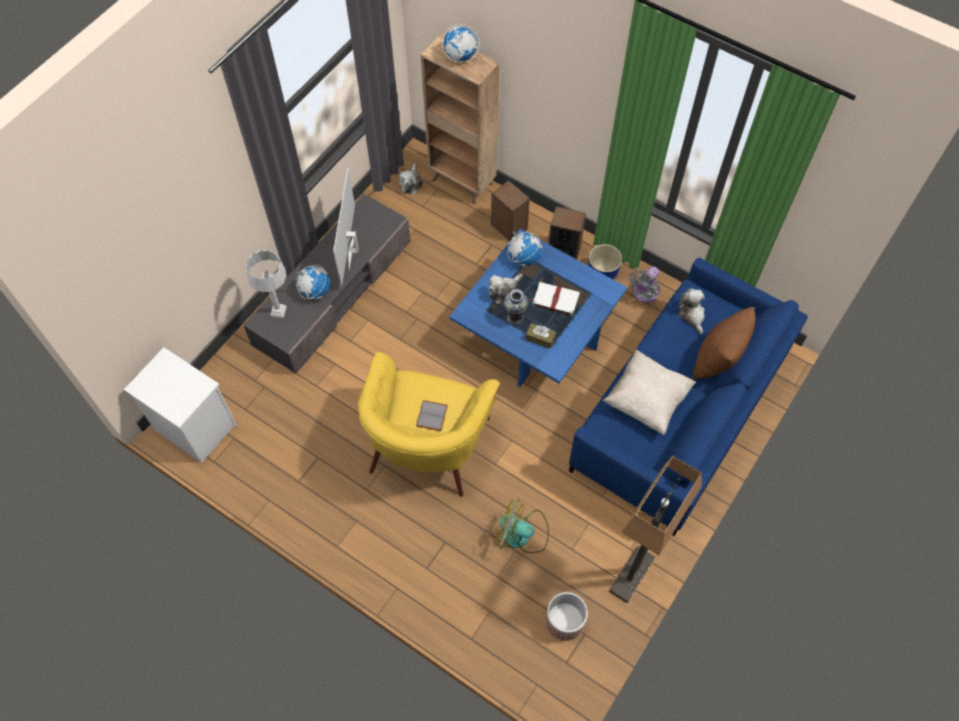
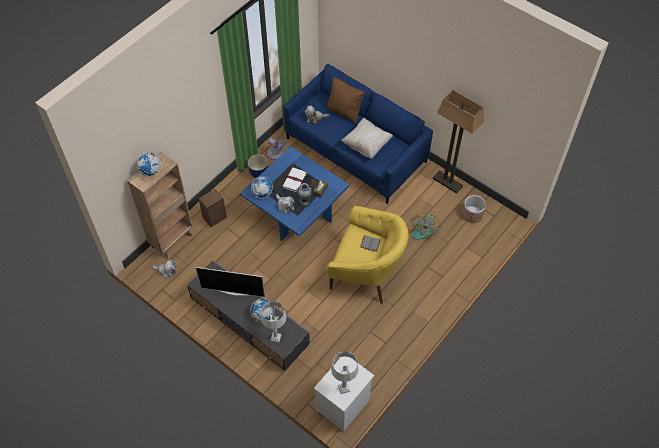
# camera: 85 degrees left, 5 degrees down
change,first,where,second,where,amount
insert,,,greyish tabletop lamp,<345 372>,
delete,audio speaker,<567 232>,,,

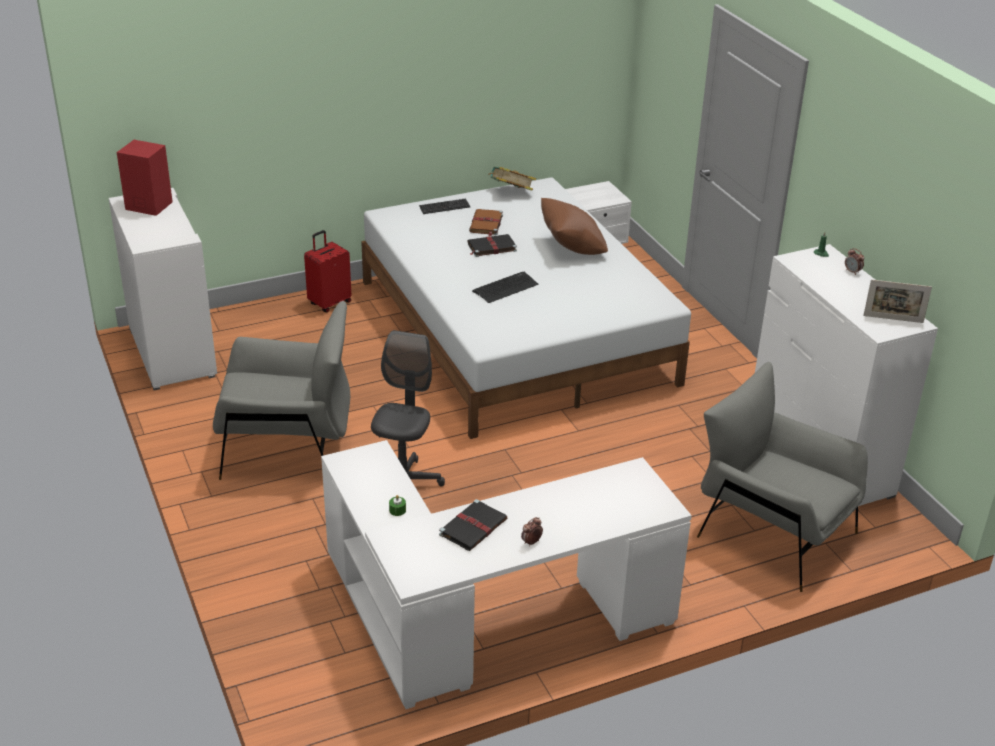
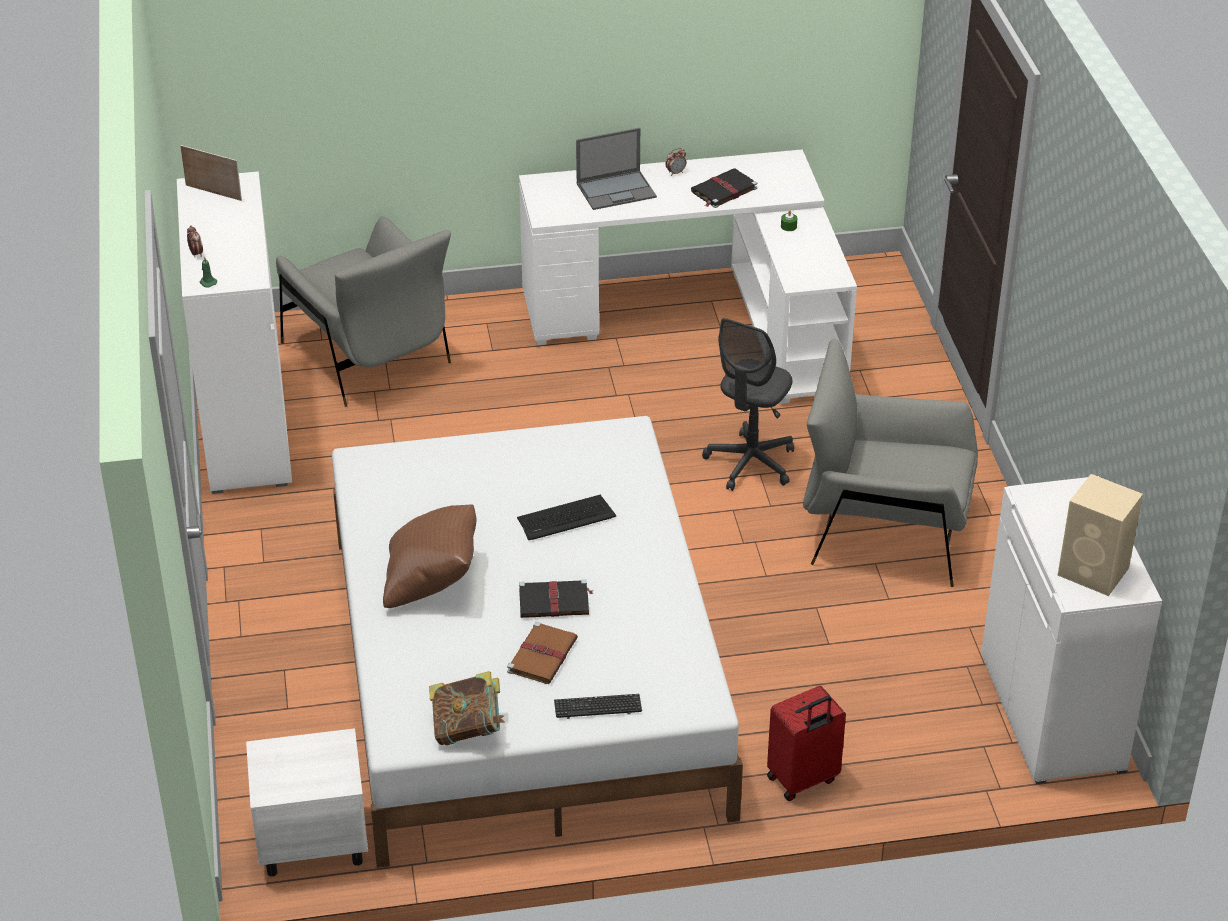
# camera: 165 degrees left, 5 degrees up
change,first,where,second,where,amount
insert,,,portable computer,<616 169>,
recolor,reddish audio speaker,<145 178>,beige audio speaker,<1100 535>,

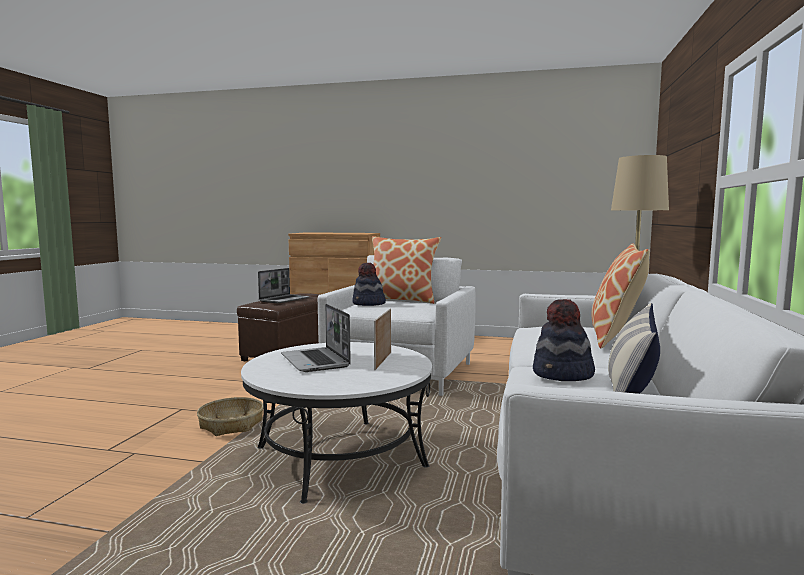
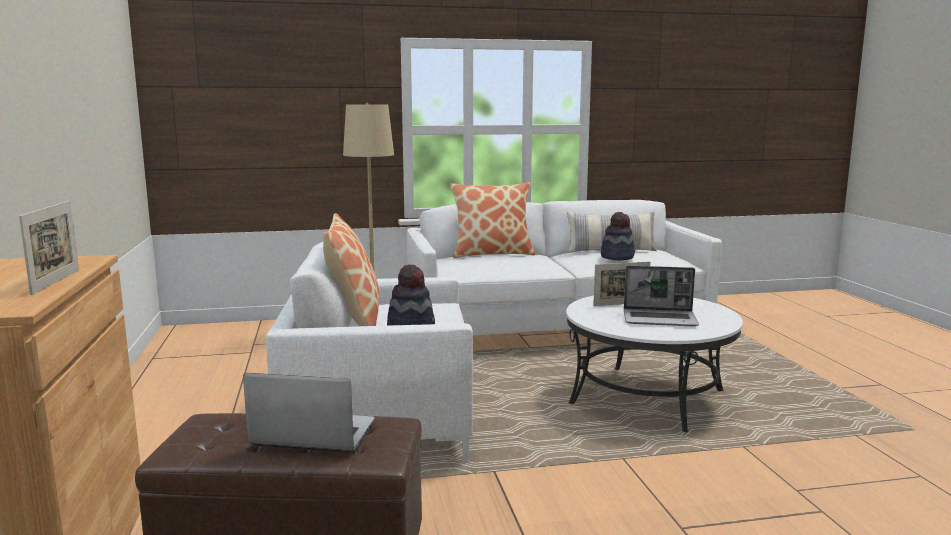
# camera: 115 degrees left, 5 degrees up
change,first,where,second,where,amount
insert,,,photo frame,<49 248>,
rotate,portable computer,<316 338>,,<661 296>,60 degrees clockwise
delete,basket,<230 416>,,,

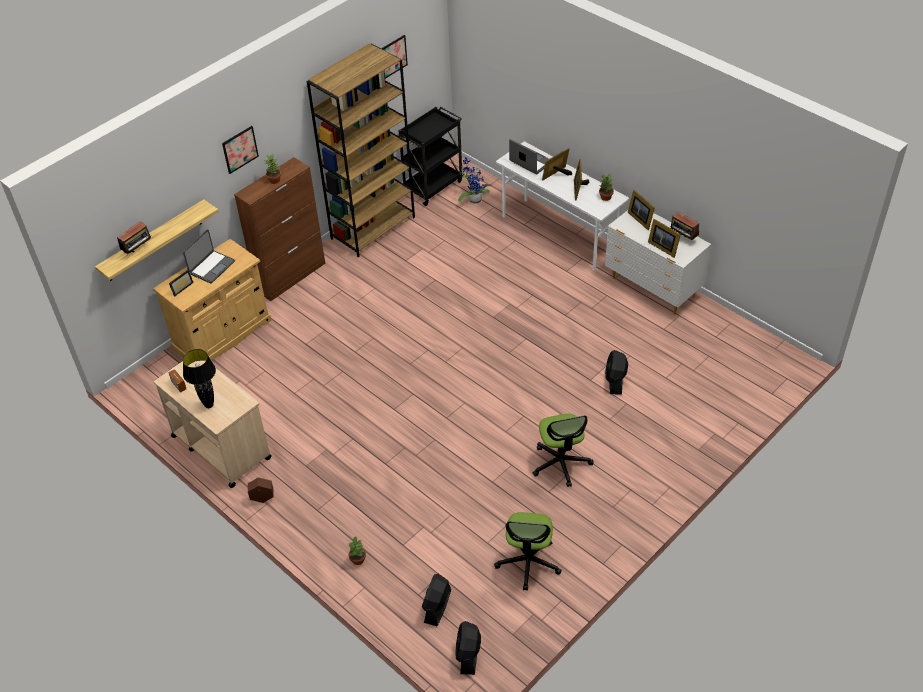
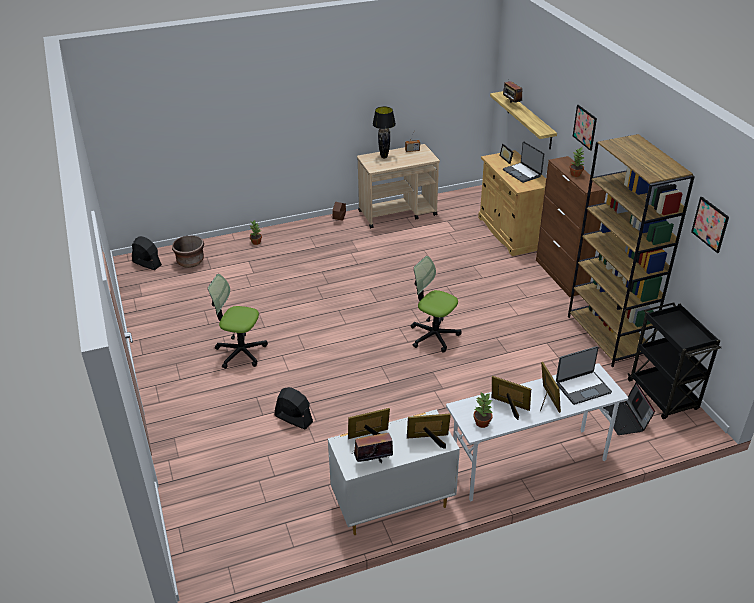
# camera: 115 degrees right, 10 degrees down
change,first,where,second,where,amount
replace,black cooling fan,<436 600>,brownish planter,<188 252>,
move,office chair,<528 551>,,<436 304>,
replace,potted plant,<475 180>,portable computer,<629 408>,

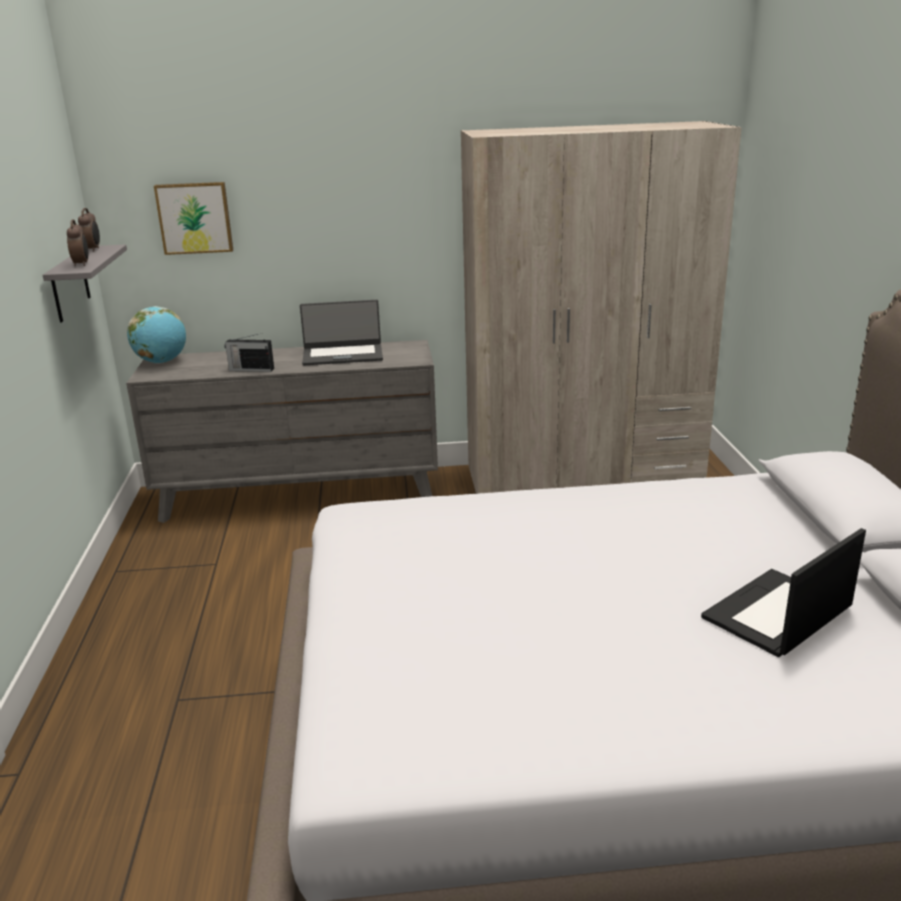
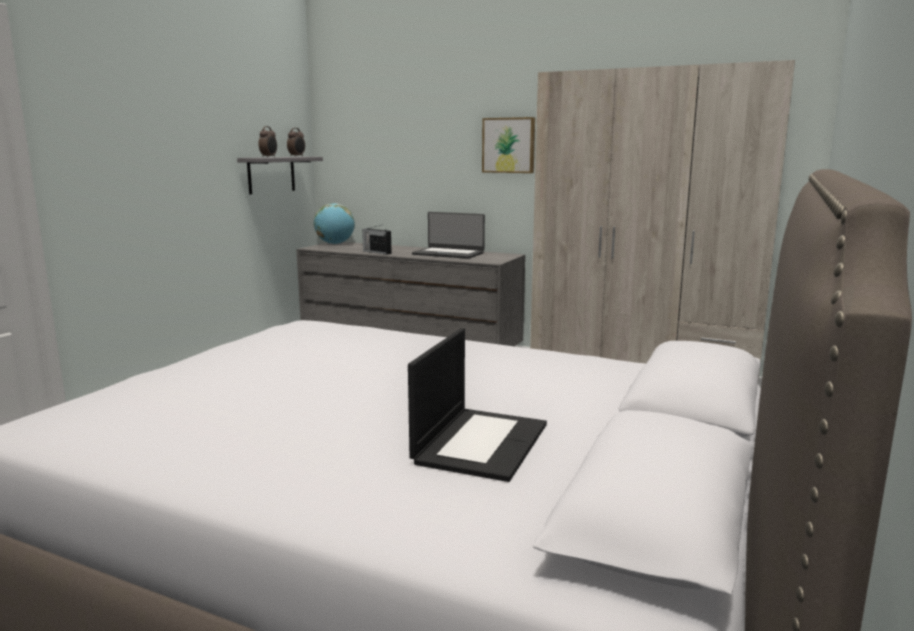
# camera: 30 degrees right, 10 degrees down
change,first,where,second,where,amount
rotate,portable computer,<783 592>,,<477 405>,120 degrees clockwise
move,wall picture,<193 218>,,<508 145>,

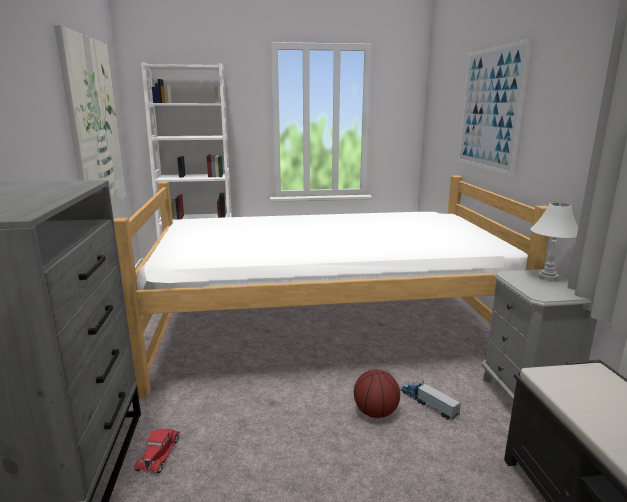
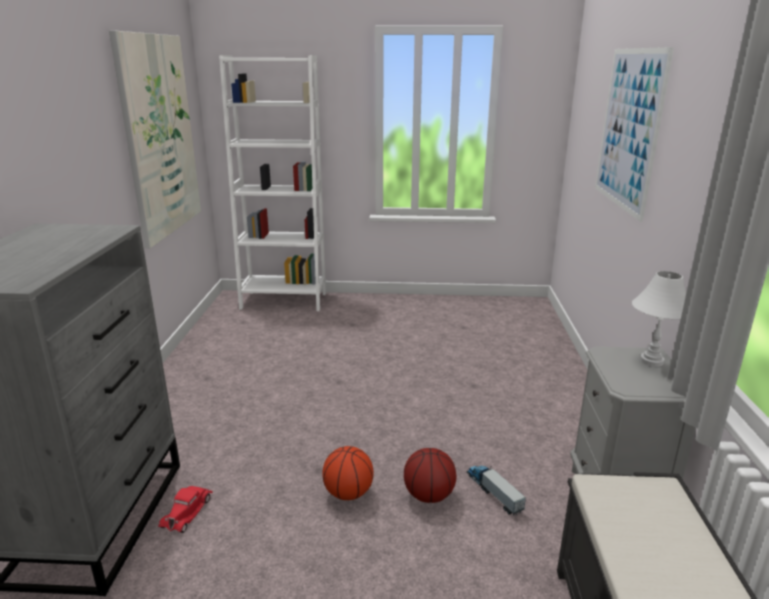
# camera: 10 degrees right, 5 degrees up
change,first,where,second,where,amount
insert,,,ball for basketball,<348 473>,
delete,bedroom bed,<331 287>,,,

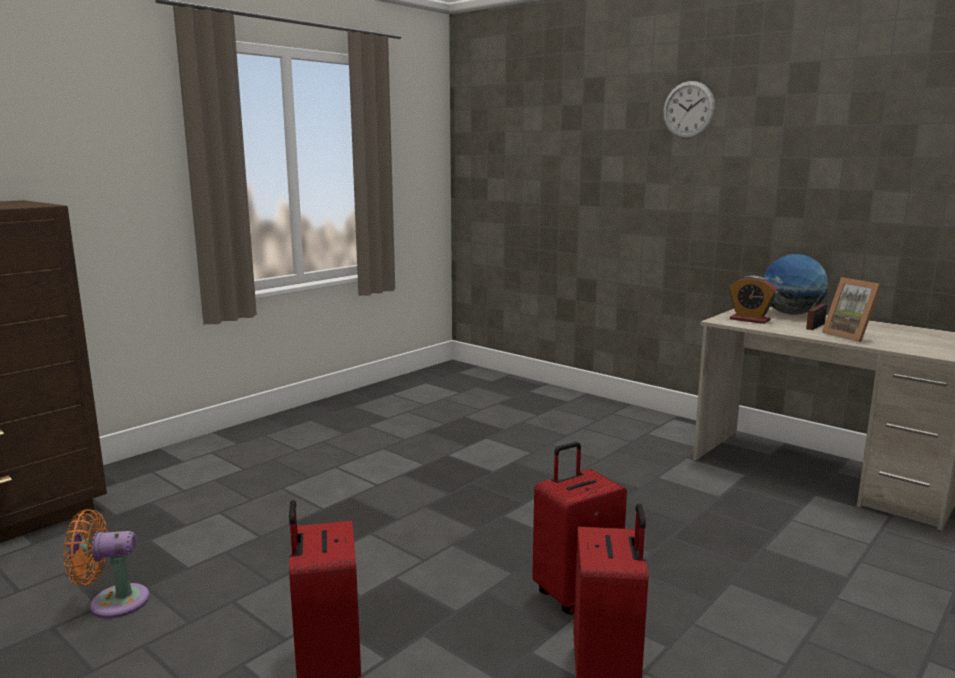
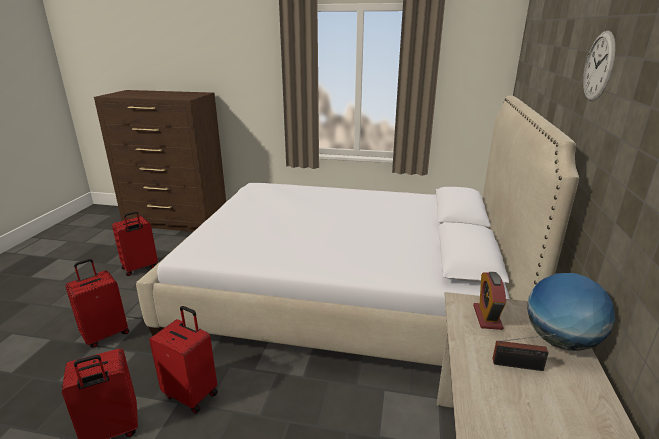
# camera: 60 degrees right, 10 degrees up
change,first,where,second,where,amount
replace,orange-coloured cooling fan,<106 564>,reddish piece of luggage,<135 243>,
insert,,,bedroom bed,<357 231>,
delete,photo frame,<852 309>,,,

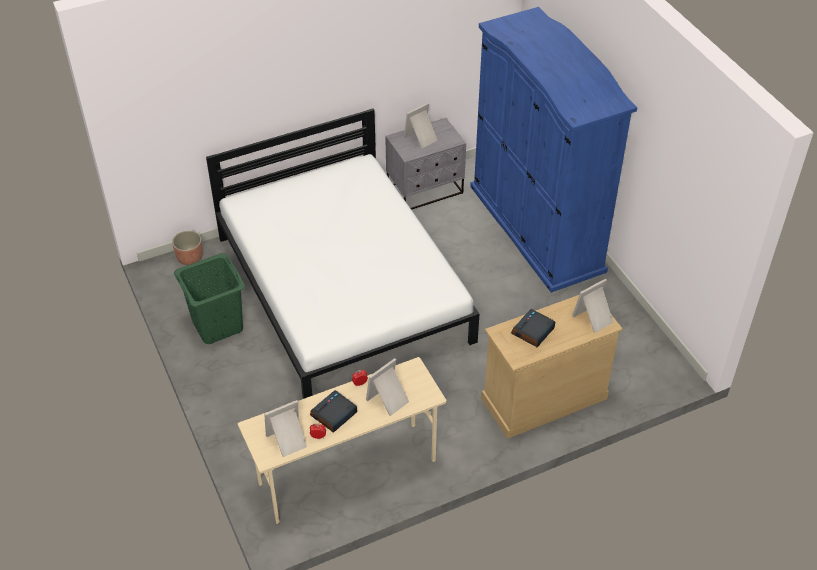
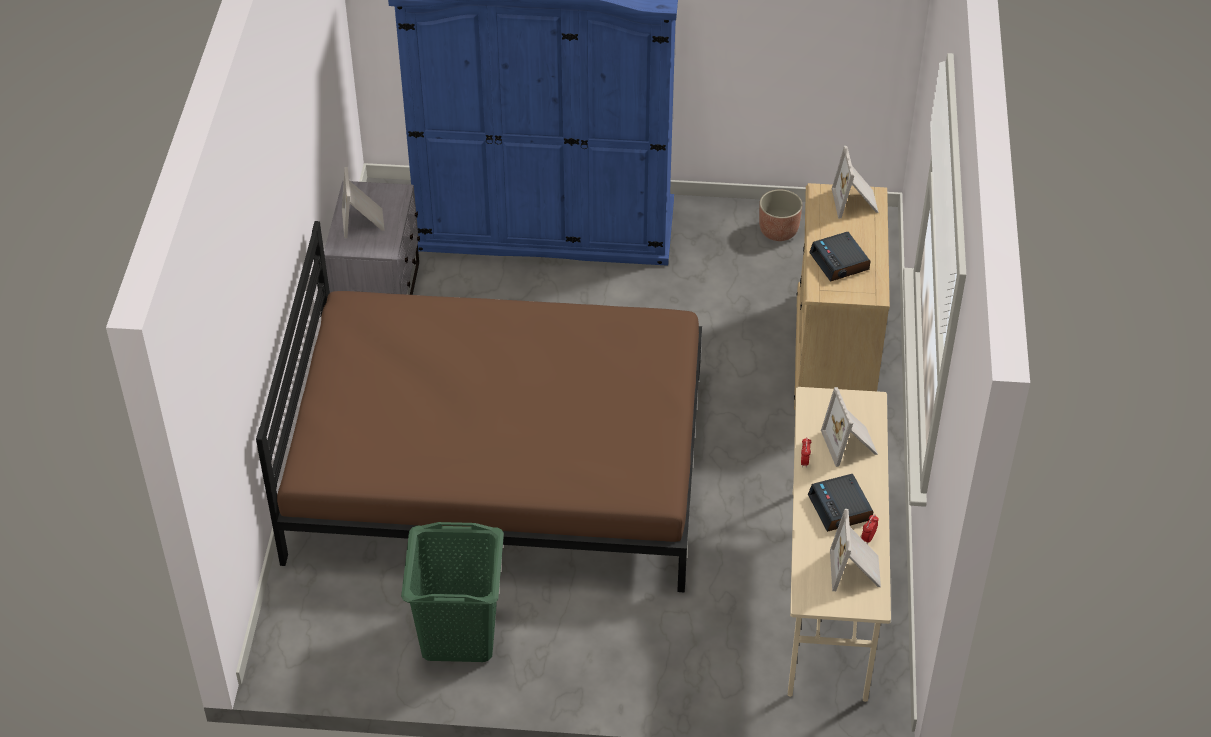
# camera: 60 degrees left, 0 degrees up
change,first,where,second,where,amount
recolor,whitish bedroom bed,<342 253>,brownish bedroom bed,<479 407>,
move,planter,<187 248>,,<780 215>,

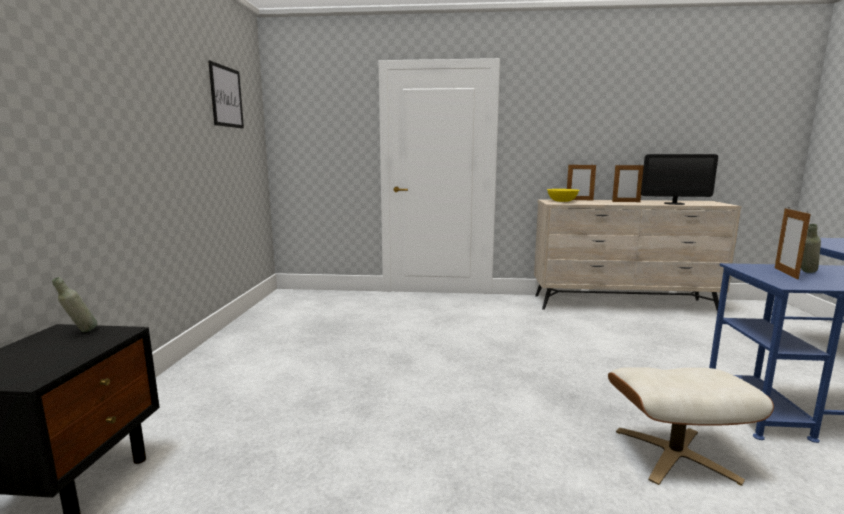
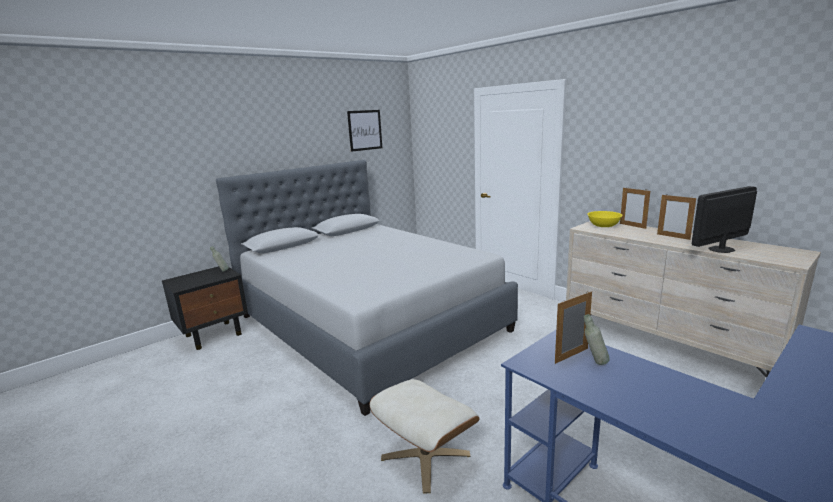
# camera: 45 degrees right, 5 degrees up
change,first,where,second,where,amount
insert,,,greyish bedroom bed,<367 288>,
rotate,computer screen,<679 179>,,<724 219>,105 degrees clockwise

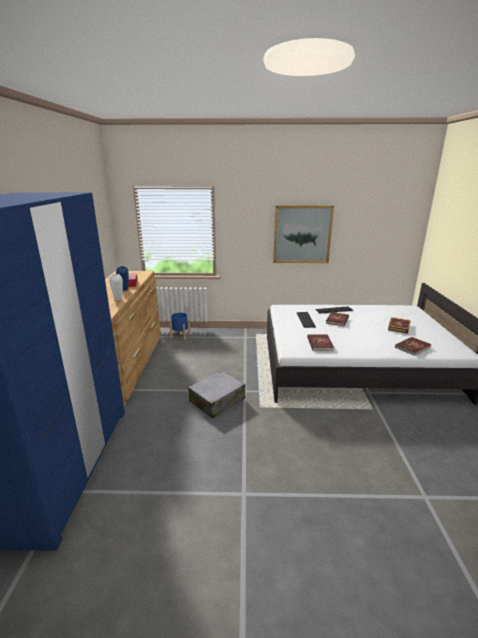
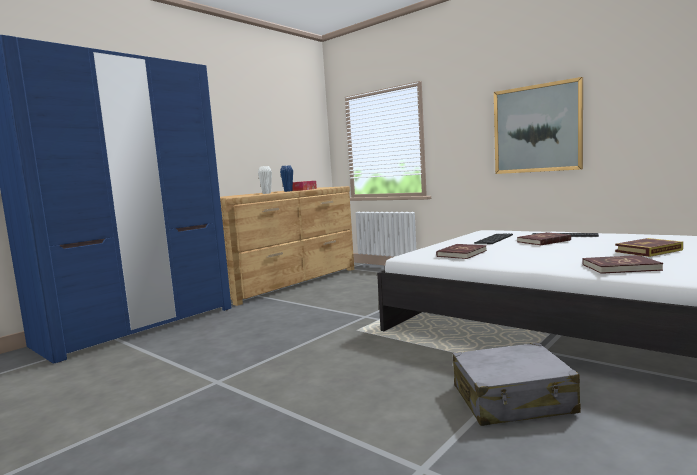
# camera: 40 degrees right, 15 degrees down
change,first,where,second,where,amount
move,greyish piece of luggage,<216 394>,,<517 384>,
delete,blue-coloured planter,<179 326>,,,

